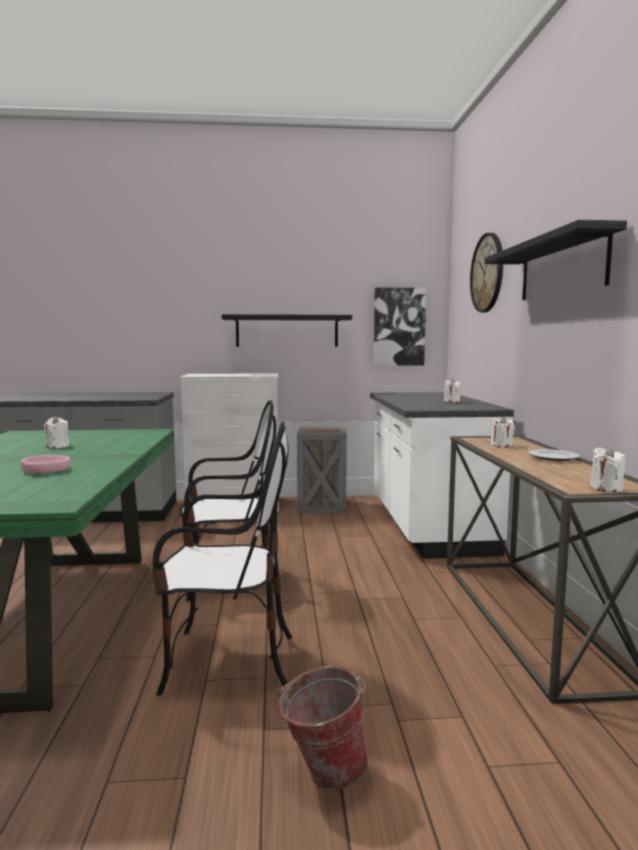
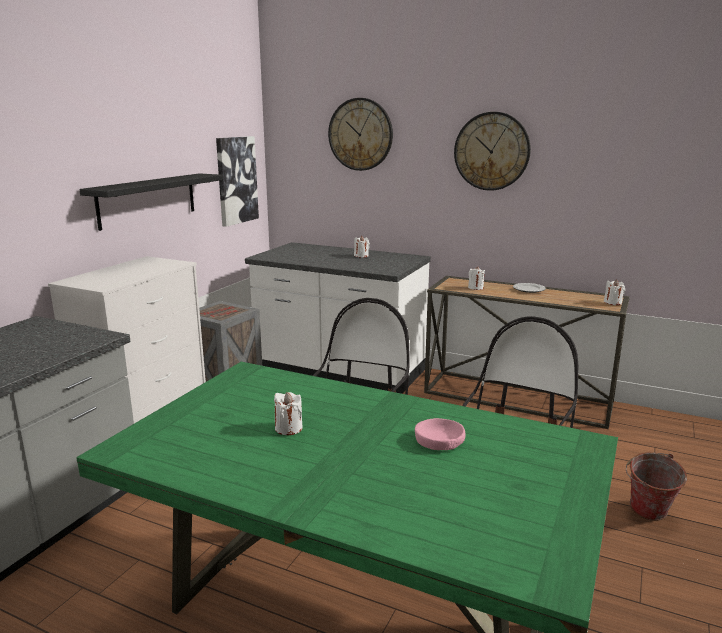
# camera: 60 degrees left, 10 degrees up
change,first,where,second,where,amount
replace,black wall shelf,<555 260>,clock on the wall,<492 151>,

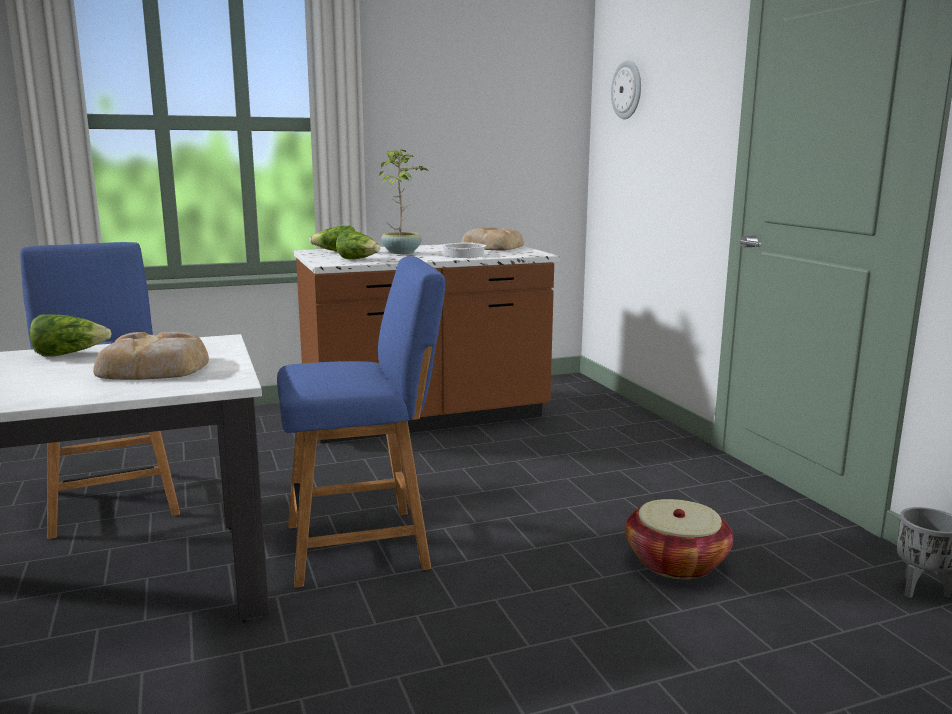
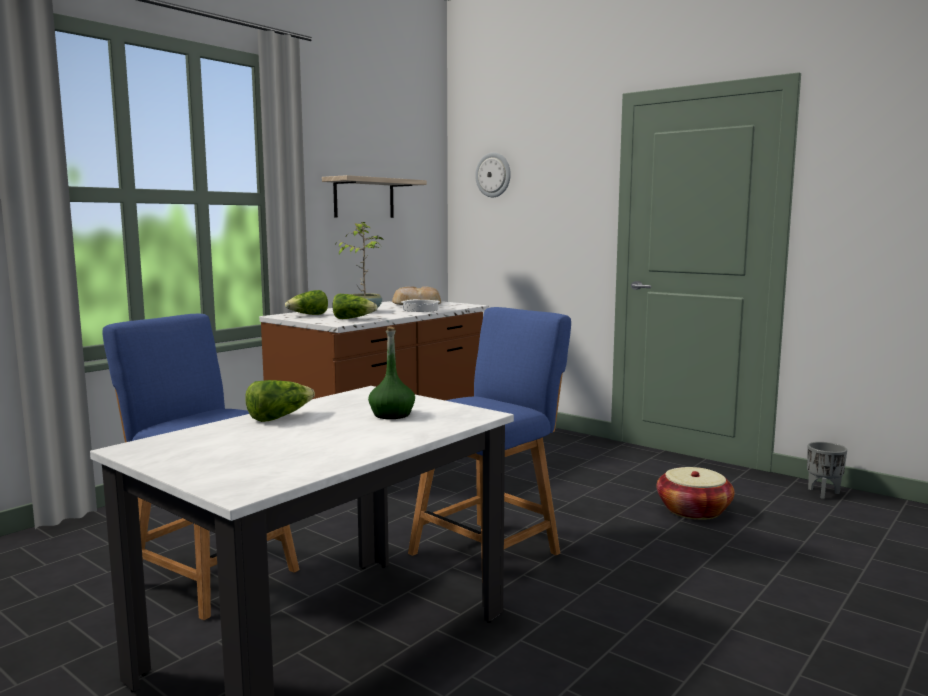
# camera: 30 degrees left, 5 degrees down
change,first,where,second,where,amount
insert,,,wall shelf,<374 196>,
replace,baked bread,<151 356>,green-coloured beverage bottle,<391 373>,

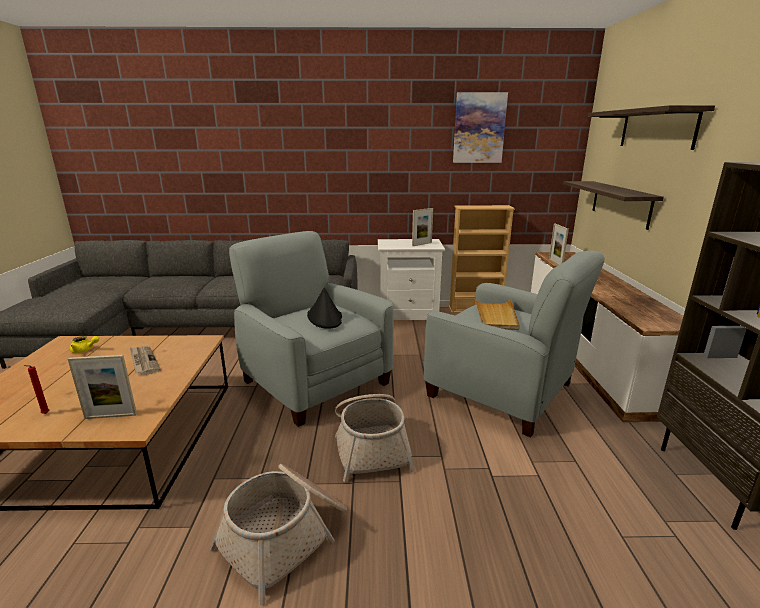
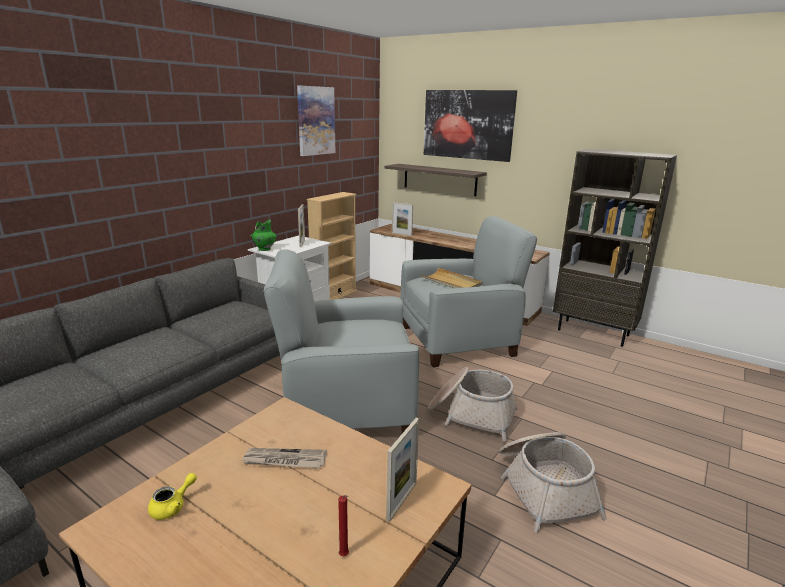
# camera: 55 degrees left, 0 degrees up
change,first,where,second,where,amount
insert,,,green-coloured vase,<263 235>,
replace,wall shelf,<651 127>,wall picture,<470 126>,
delete,black hat,<324 308>,,,

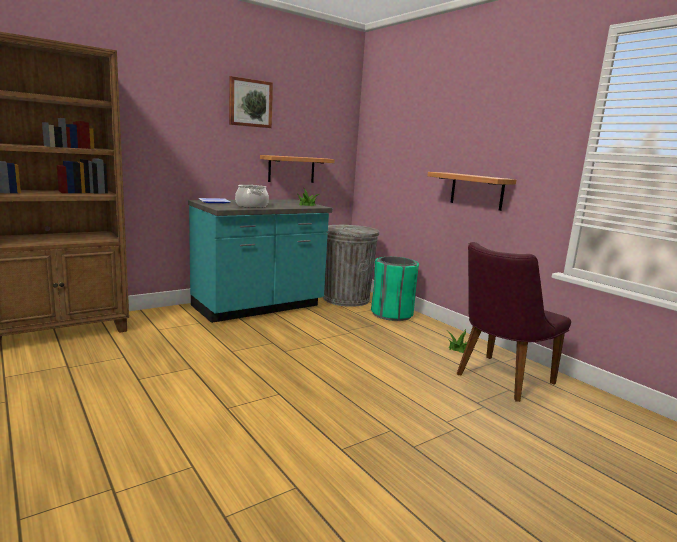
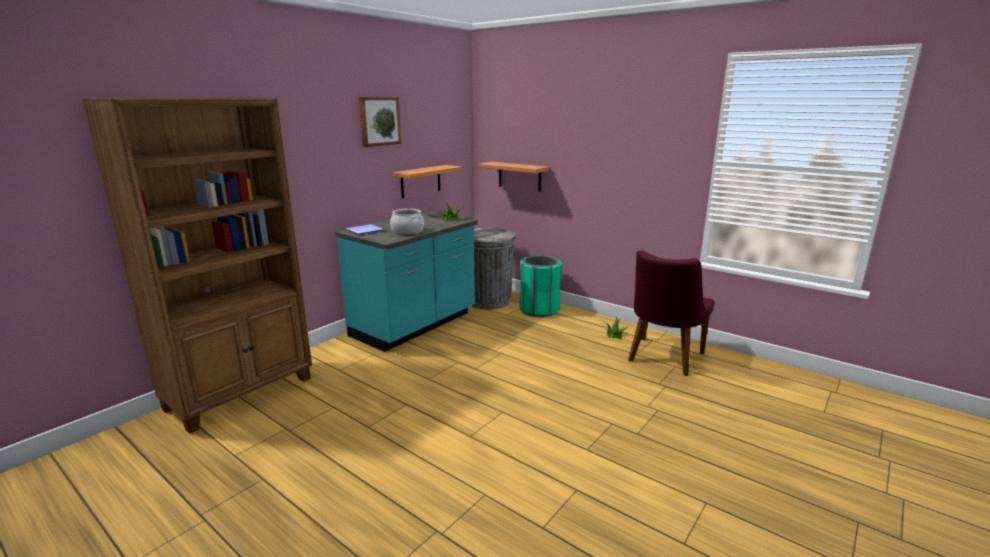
# camera: 15 degrees left, 5 degrees up
change,first,where,second,where,amount
move,wall shelf,<471 191>,,<514 177>,

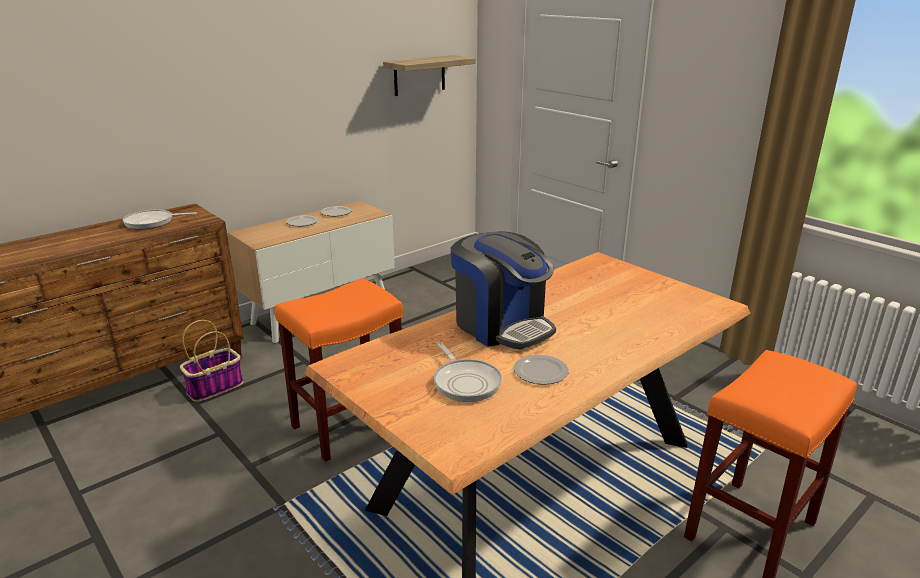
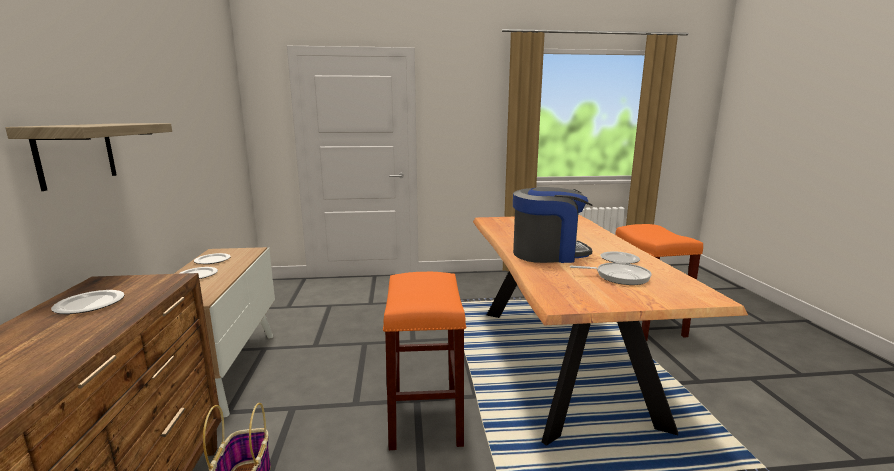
# camera: 55 degrees left, 10 degrees down
change,first,where,second,where,amount
move,wall shelf,<429 75>,,<88 157>,
replace,skillet,<160 219>,flat dish,<88 302>,

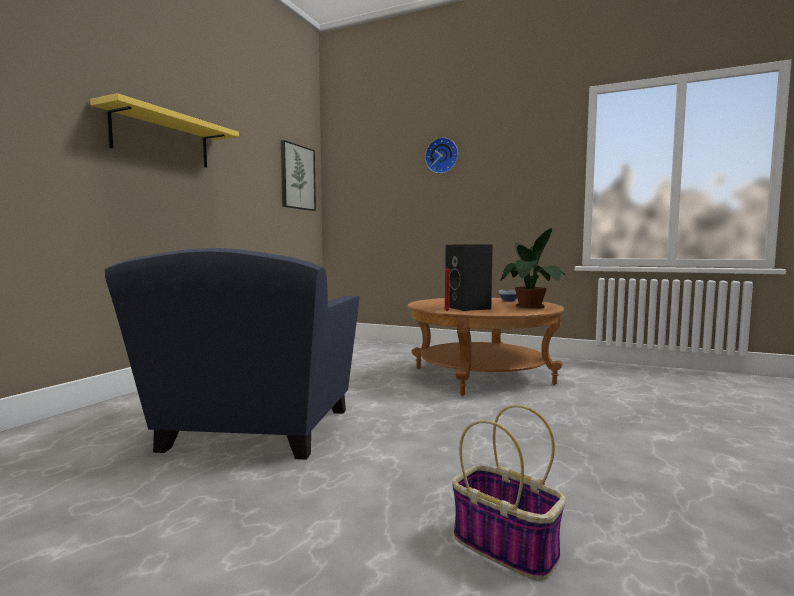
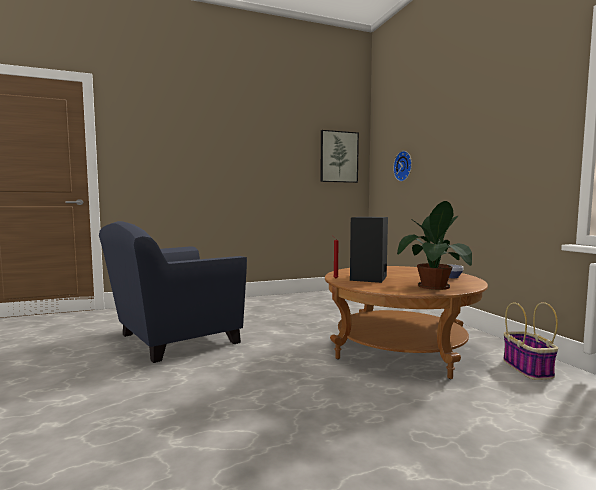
# camera: 45 degrees right, 0 degrees up
change,first,where,second,where,amount
move,clock on the wall,<441 155>,,<402 166>,
move,basket,<508 493>,,<530 341>,
delete,yellow wall shelf,<164 130>,,,

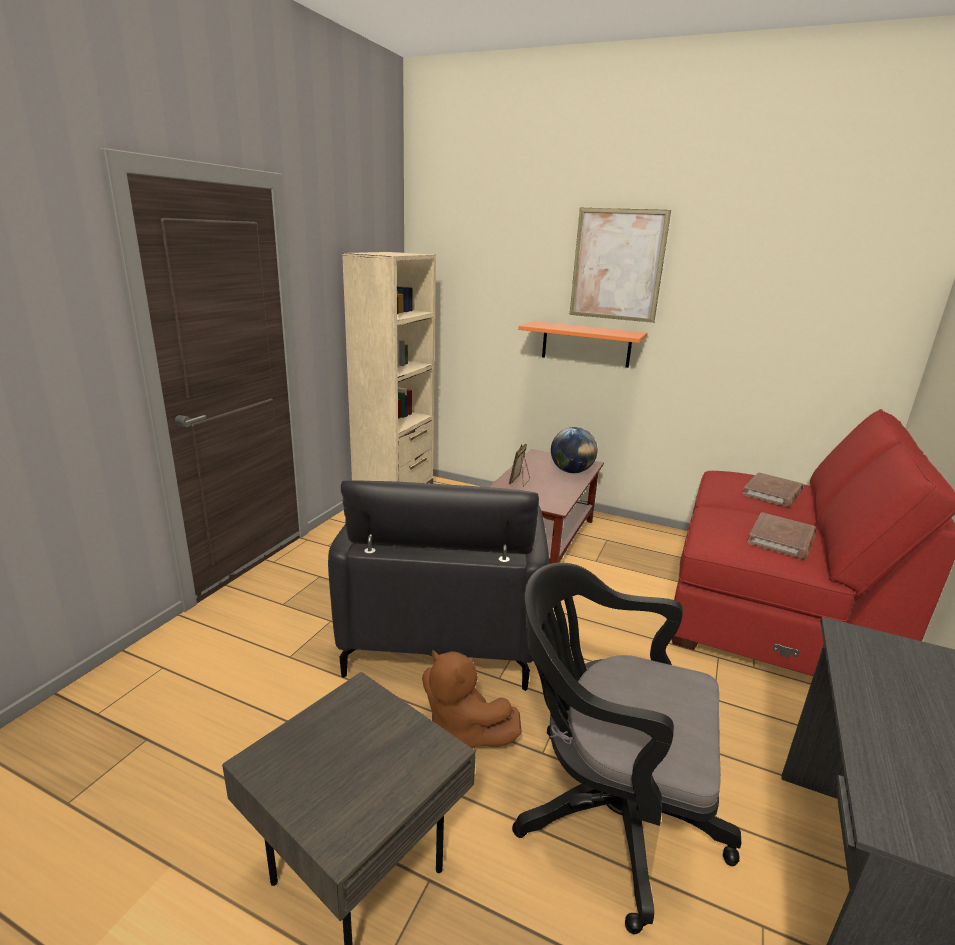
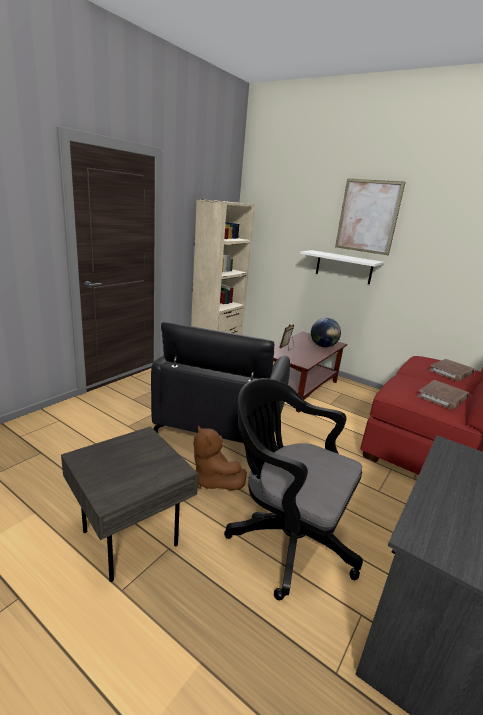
# camera: 10 degrees right, 0 degrees up
change,first,where,second,where,amount
recolor,orange-coloured wall shelf,<582 344>,whitish wall shelf,<342 267>,

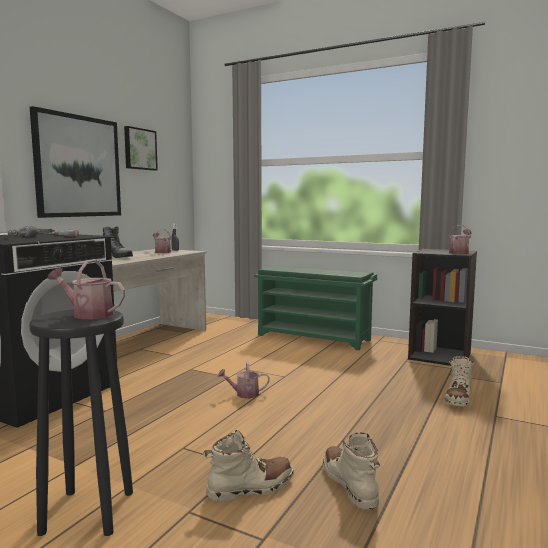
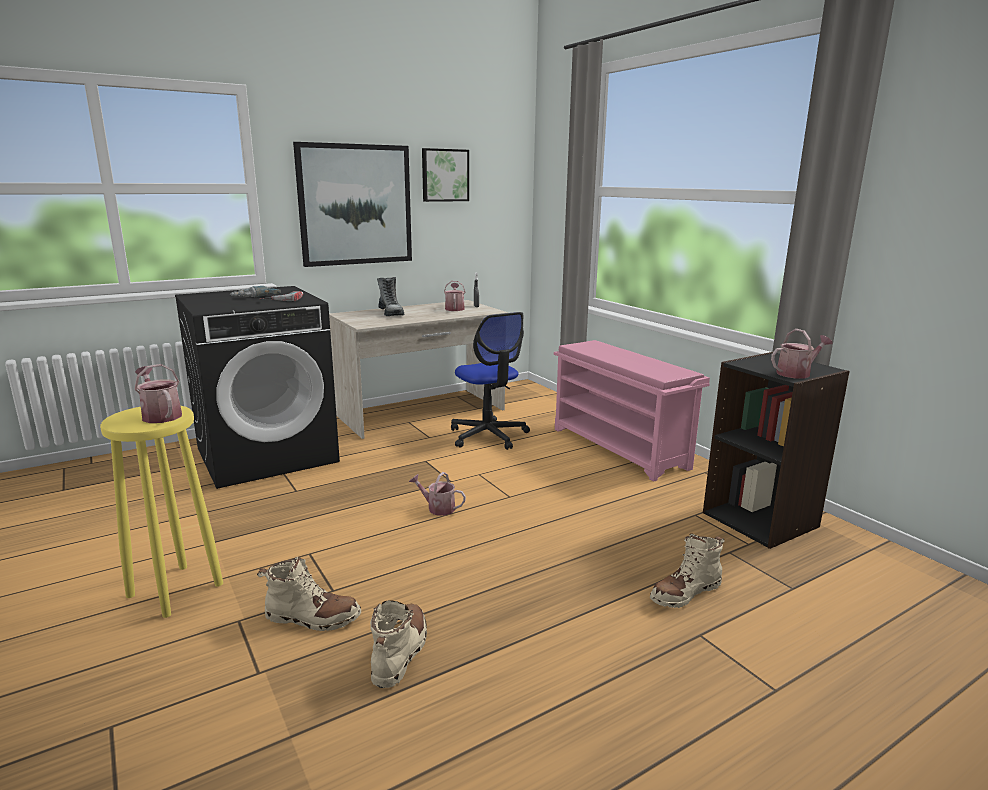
# camera: 30 degrees right, 10 degrees up
change,first,where,second,where,amount
recolor,black sitting stool,<81 422>,yellow sitting stool,<161 512>,
insert,,,office chair,<490 381>,
recolor,green-coloured shoe rack,<315 308>,pink shoe rack,<632 410>,

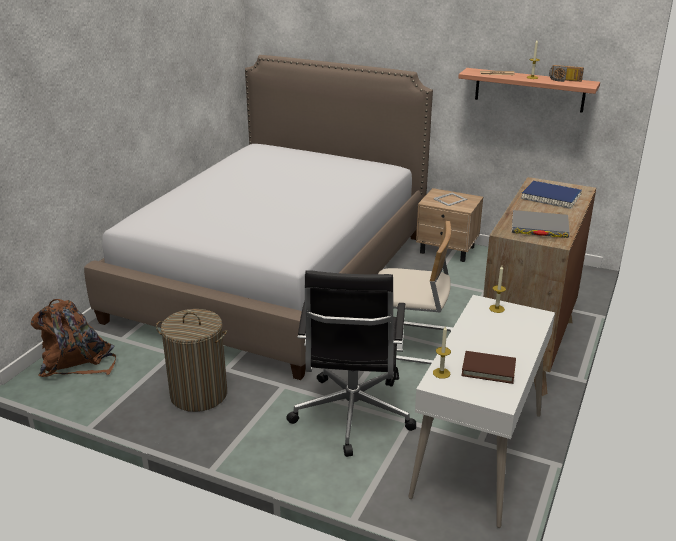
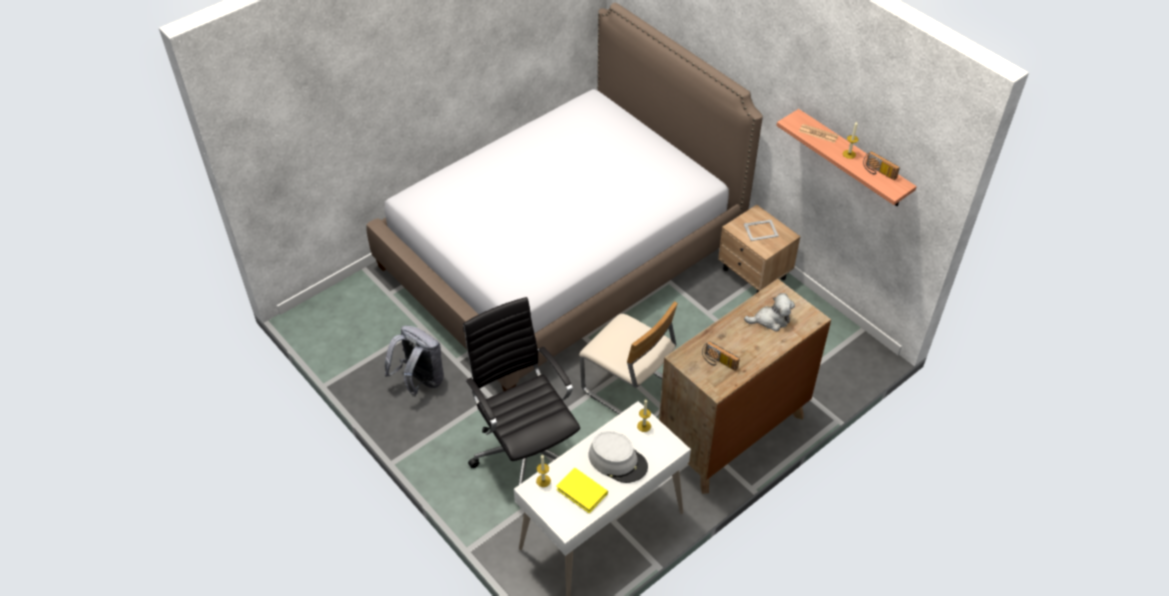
# camera: 25 degrees right, 20 degrees up
change,first,where,second,where,amount
replace,hamper,<191 360>,greyish rucksack,<414 361>,
rotate,black office chair,<351 363>,,<521 391>,120 degrees clockwise
recolor,brownish volume,<488 367>,yellow volume,<582 490>,
insert,,,greyish hat,<618 457>,
replace,greyish volume,<540 224>,radio set,<721 356>,
replace,blue-coloured volume,<551 195>,cuddly toy,<769 312>,
delete,brownish rucksack,<73 338>,,,

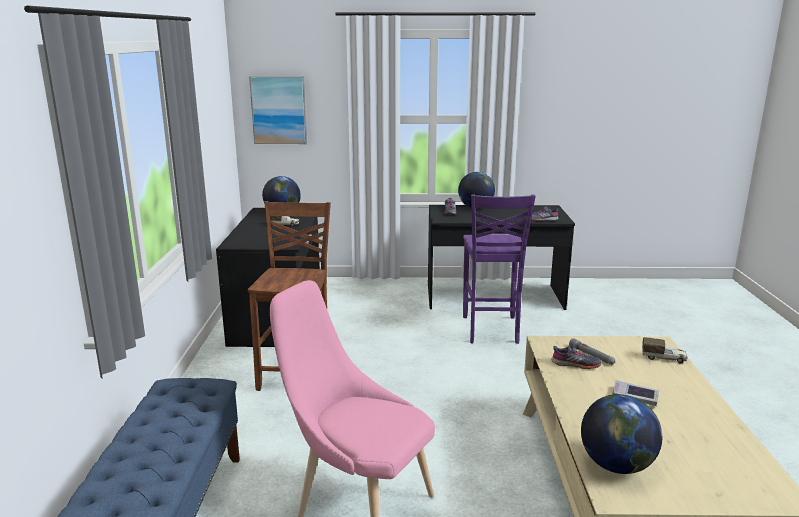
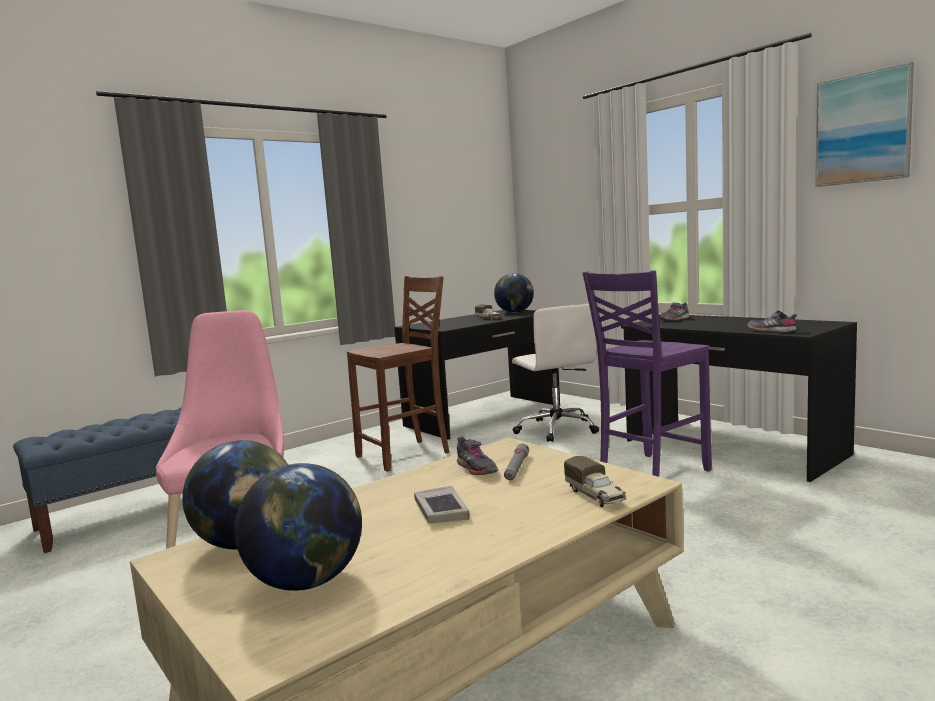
# camera: 50 degrees right, 10 degrees down
change,first,where,second,where,amount
move,globe,<476 189>,,<298 527>,
insert,,,whitish office chair,<555 373>,
move,wall picture,<278 110>,,<864 124>,

